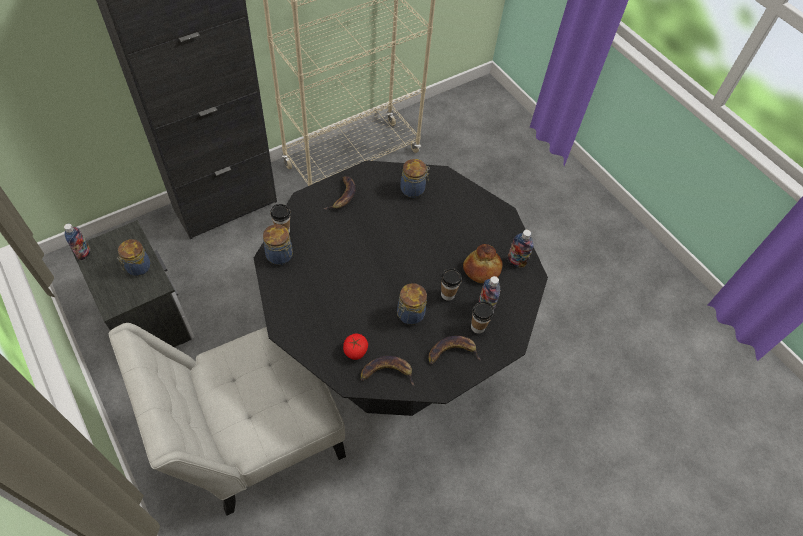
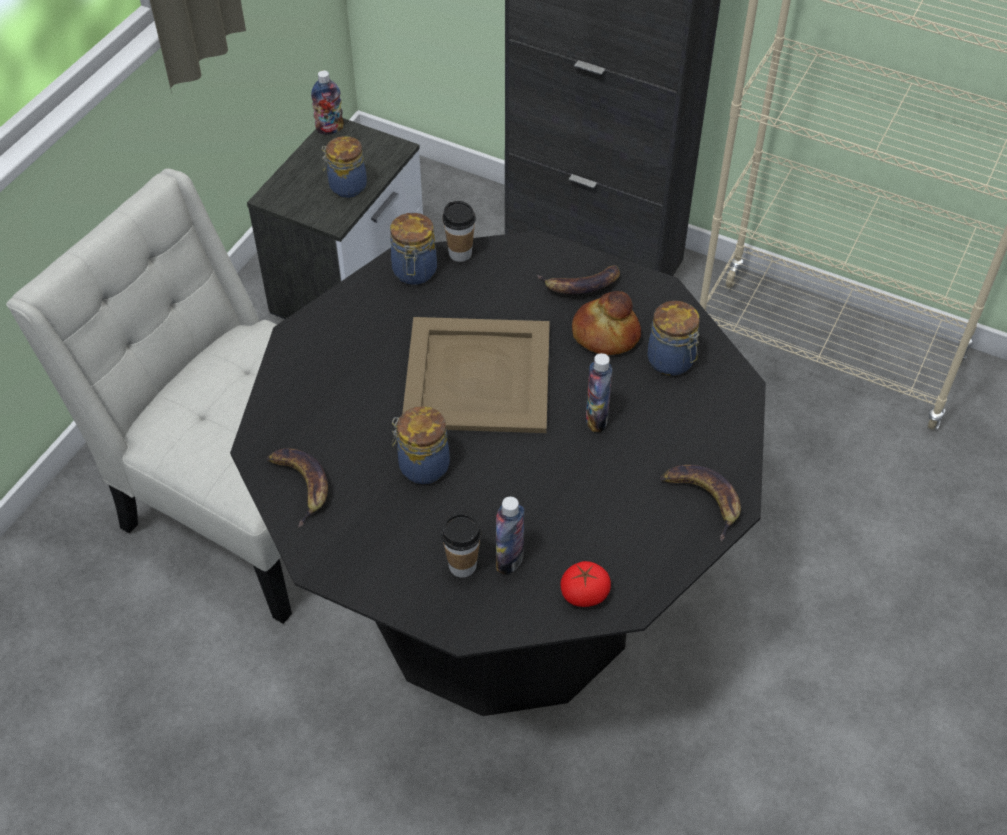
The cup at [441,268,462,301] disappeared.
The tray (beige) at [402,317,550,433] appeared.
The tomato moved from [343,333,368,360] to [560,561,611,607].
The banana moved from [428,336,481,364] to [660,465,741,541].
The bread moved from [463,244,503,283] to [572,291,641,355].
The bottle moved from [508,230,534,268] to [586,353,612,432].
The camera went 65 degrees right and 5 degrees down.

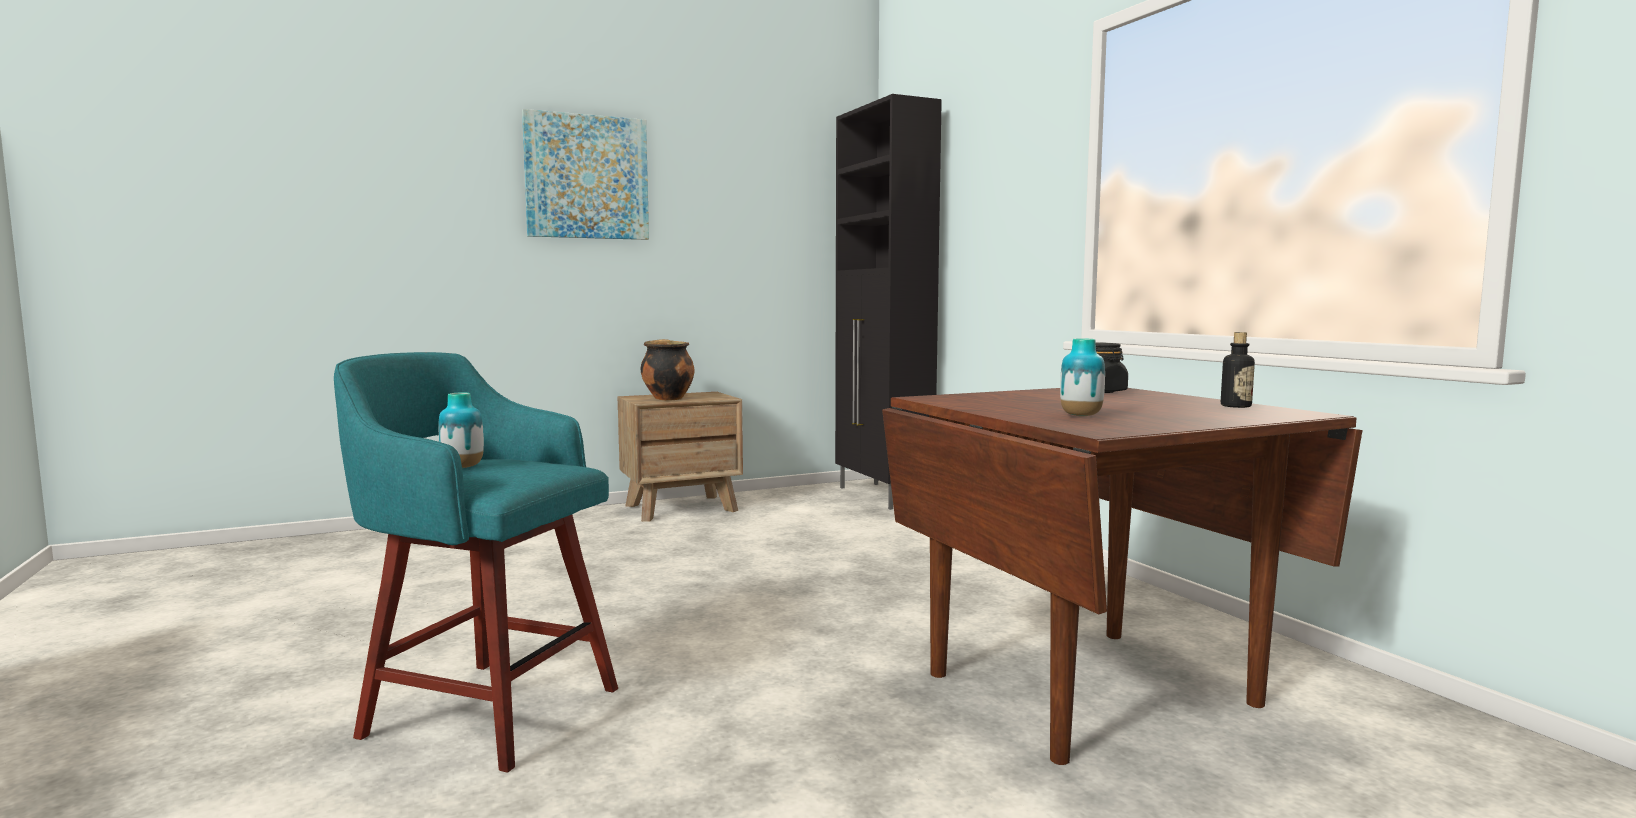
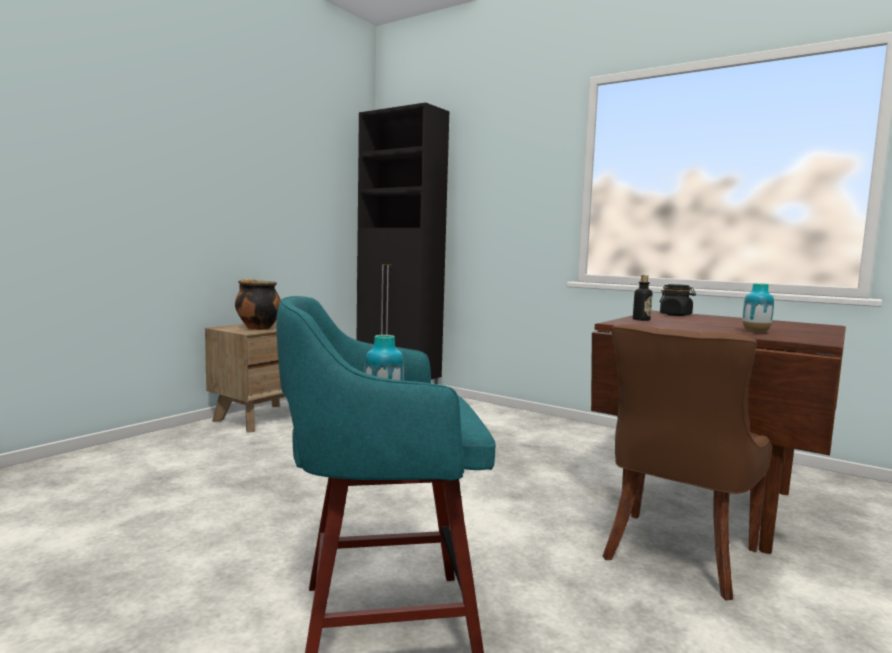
The picture at [522,109,649,240] disappeared.
The chair (brown) at [602,324,773,600] appeared.
The bottle moved from [1221,332,1255,408] to [633,275,653,321].
The camera went 30 degrees left and 0 degrees up.

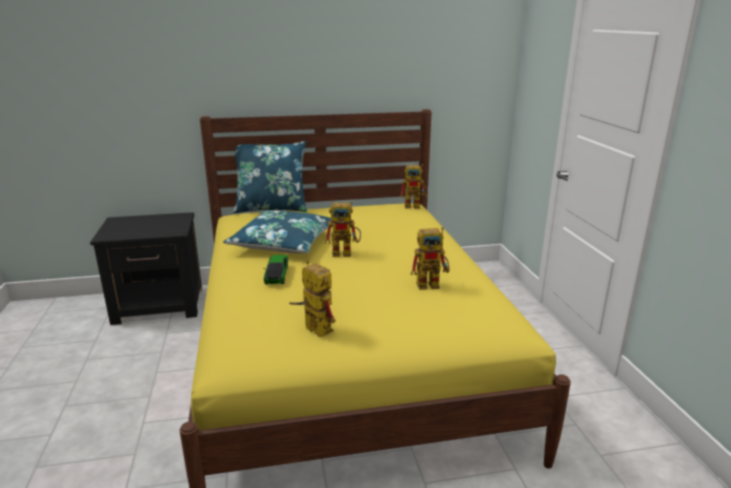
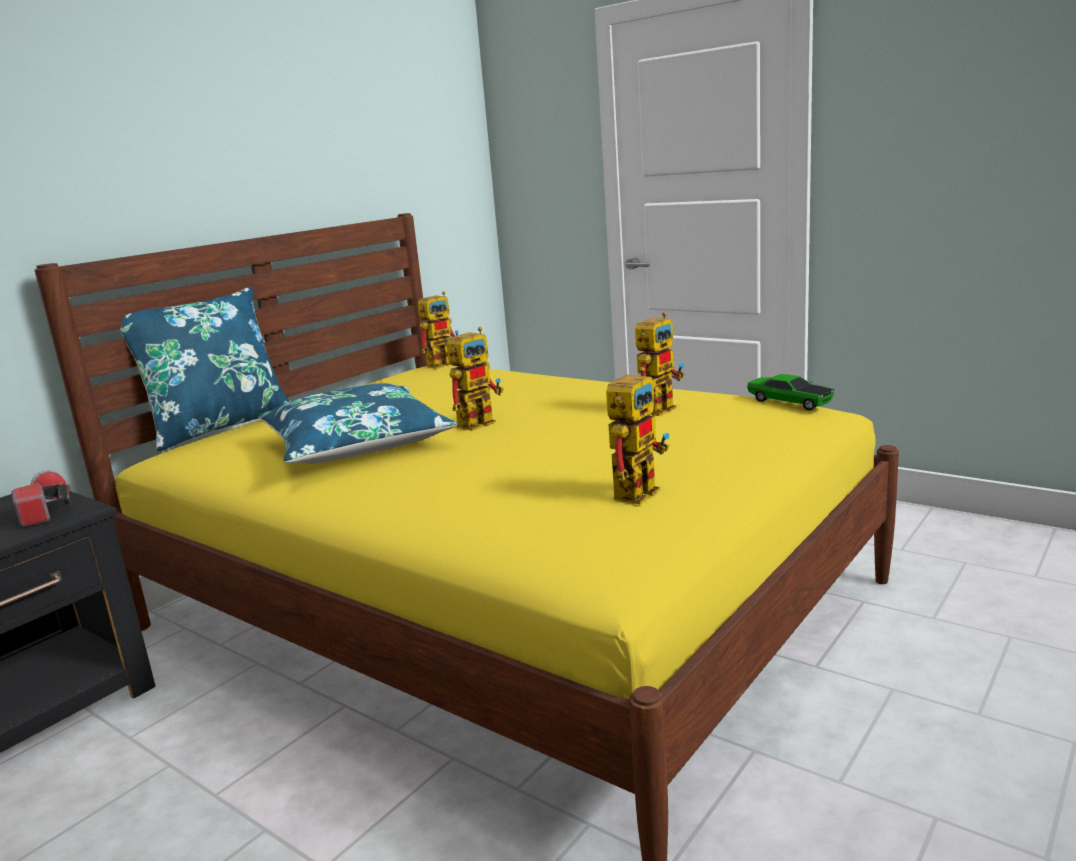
The flashlight at [11,470,70,527] appeared.
The toy car moved from [263,255,288,284] to [747,374,834,411].
The toy robot at [289,260,336,338] turned 120 degrees clockwise.
The camera went 40 degrees left and 5 degrees down.

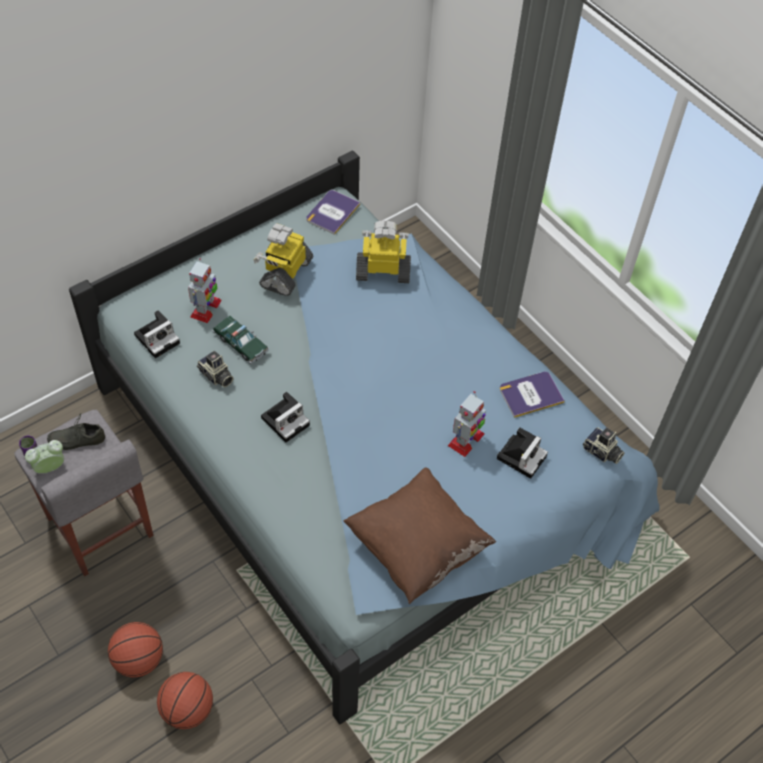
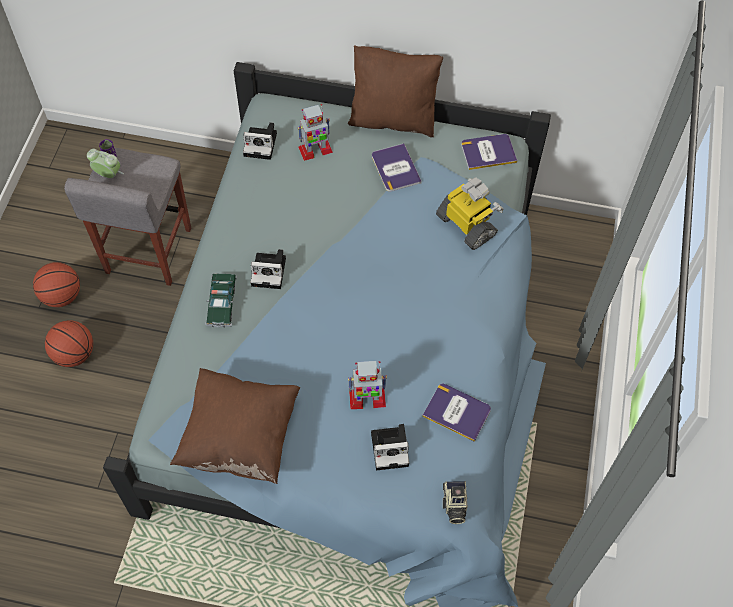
The shoe (grey) at [47,414,105,450] disappeared.
The photo camera at [197,351,233,387] disappeared.
The pillow (brown) at [348,45,443,137] appeared.
The basketball moved from [157,672,213,729] to [33,262,80,307].
The toy car moved from [212,316,269,364] to [205,274,237,328].
The toy robot at [253,223,313,296] was replaced by the book at [372,143,422,192].
The camera went 50 degrees right and 5 degrees up.

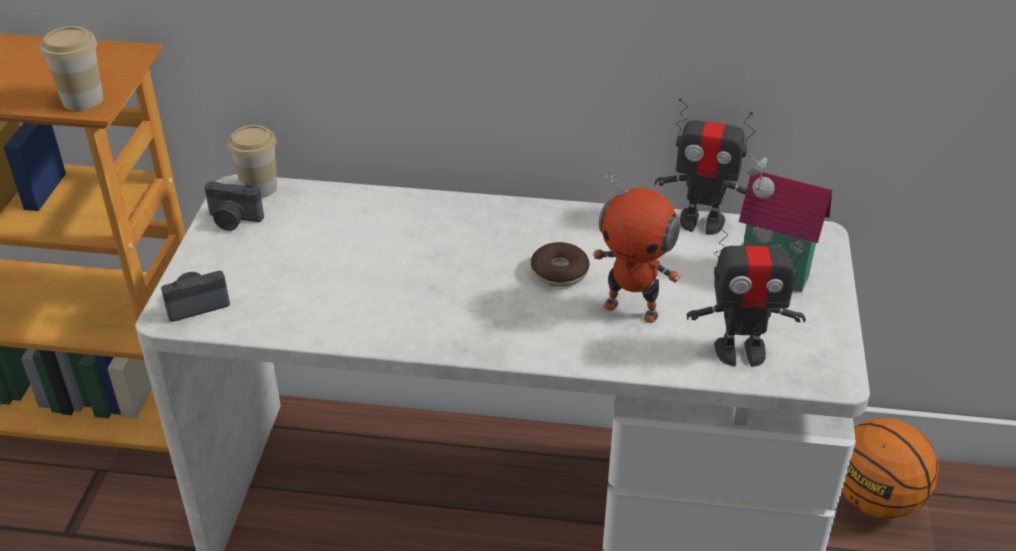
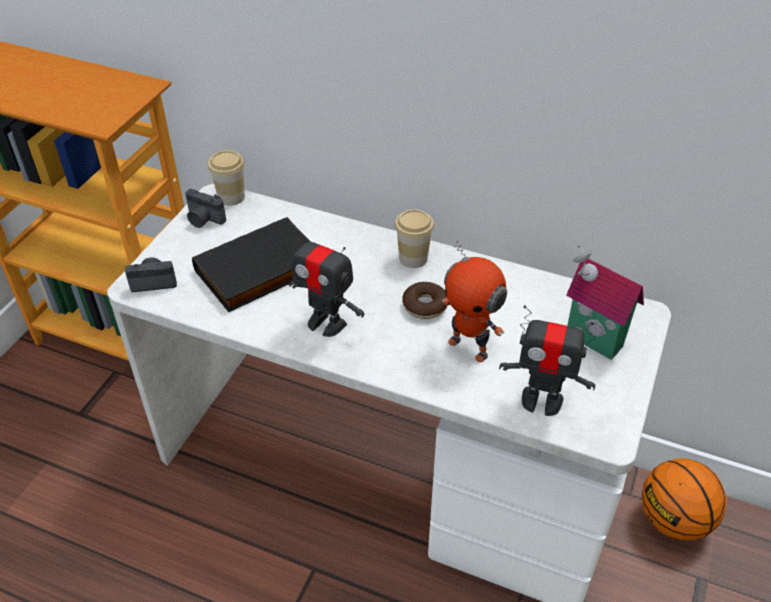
The book (black) at [192,217,311,312] appeared.
The cup moved from [40,26,103,111] to [395,209,434,268].
The toy robot moved from [655,98,755,235] to [289,224,365,337].
The camera went 15 degrees right and 5 degrees up.

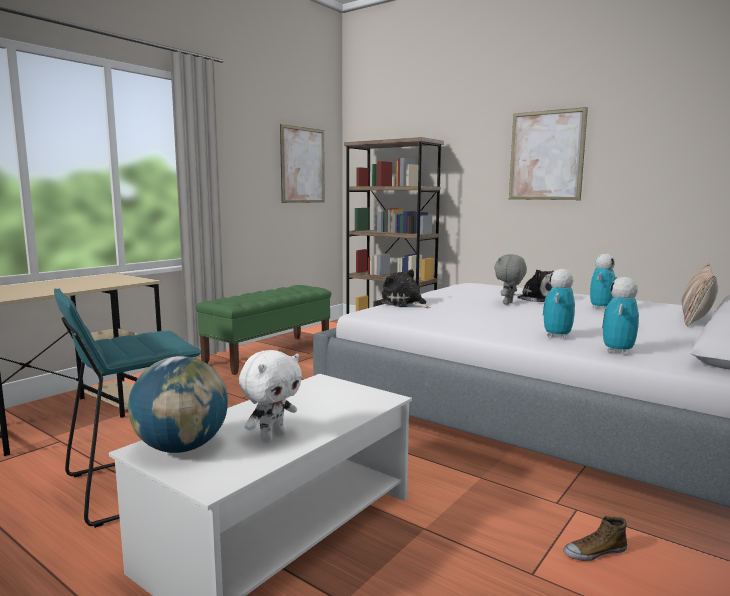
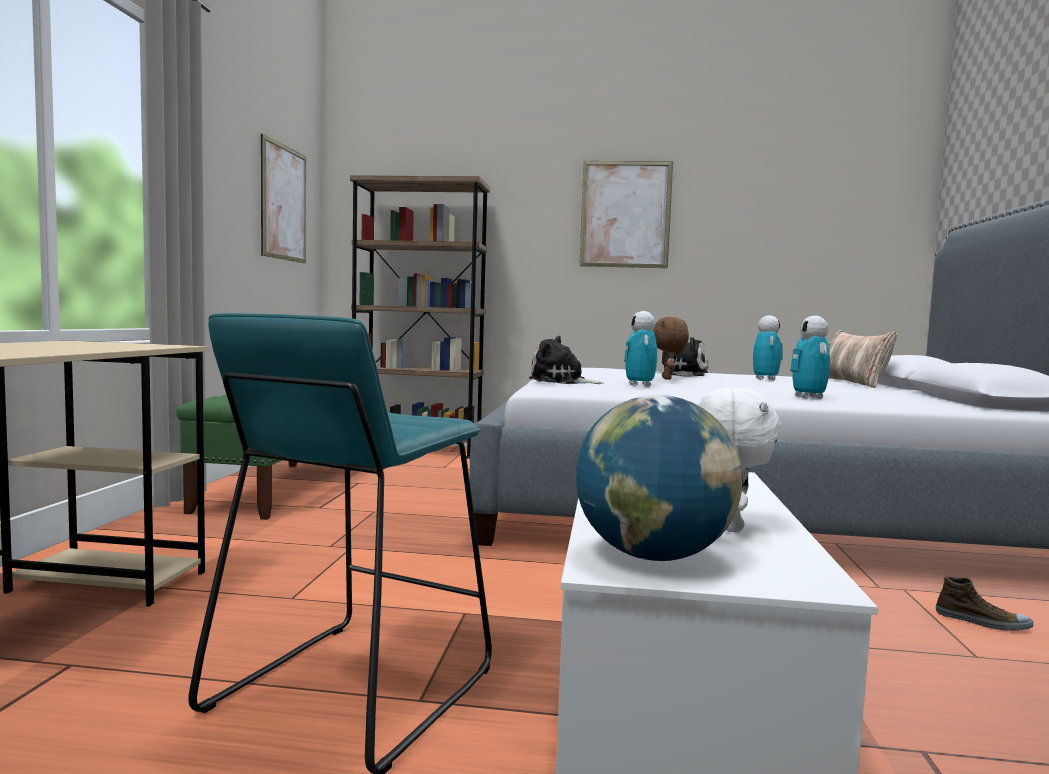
The toy robot moved from [602,277,639,355] to [624,311,657,387].
The plush toy (grey) at [494,254,527,304] became the plush toy (brown) at [653,317,689,380].
The shoe at [563,516,627,561] turned 105 degrees counterclockwise.
The camera went 30 degrees left and 5 degrees down.

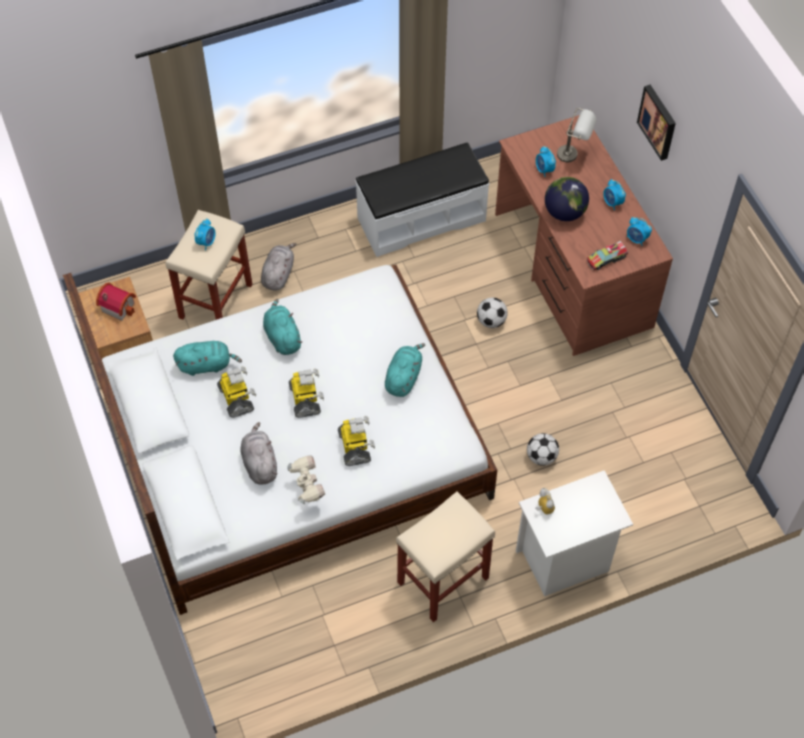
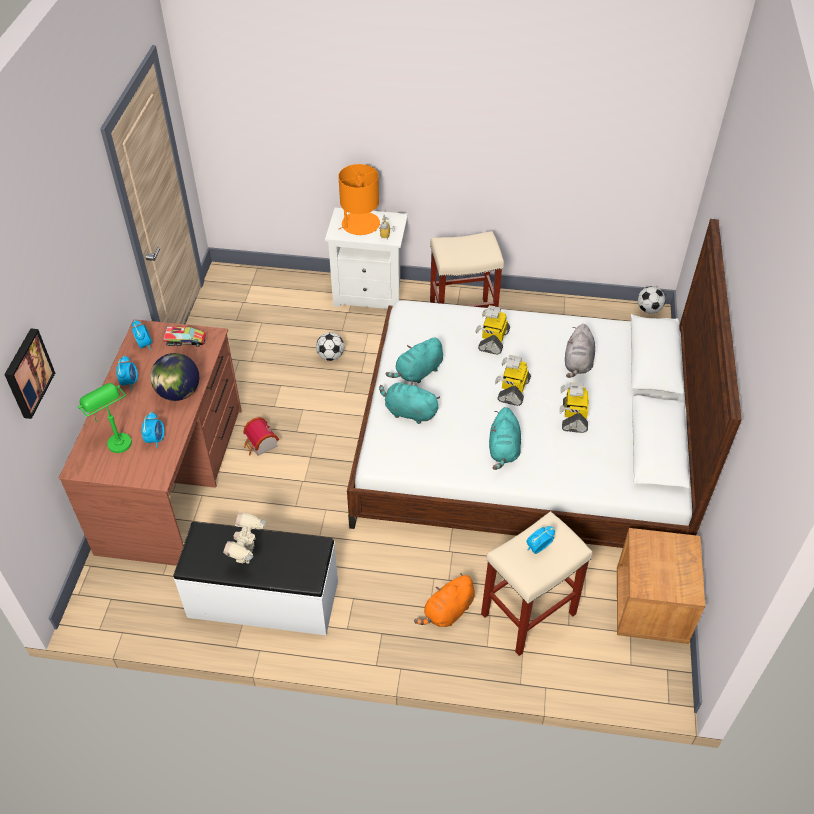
The table lamp (orange) at [338,164,380,235] appeared.
The toy house moved from [96,283,136,321] to [243,417,279,456].
The plush toy (turquoise) moved from [173,341,242,376] to [379,380,440,424].
The toy robot moved from [287,456,325,504] to [223,513,265,563].
The football moved from [477,298,508,328] to [637,286,665,314].
The picture moved from [637,85,676,161] to [4,329,55,419].
The plush toy (grey) at [261,243,296,291] became the plush toy (orange) at [414,573,475,627].
The table lamp (grey) at [557,108,597,162] became the table lamp (green) at [78,383,132,453].
The camera went 150 degrees left and 10 degrees down.

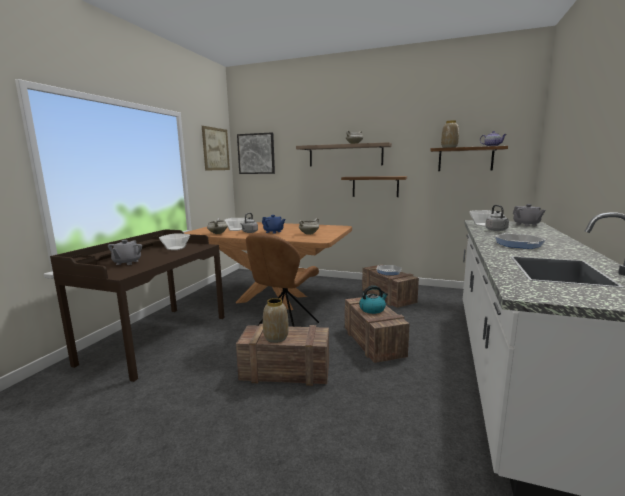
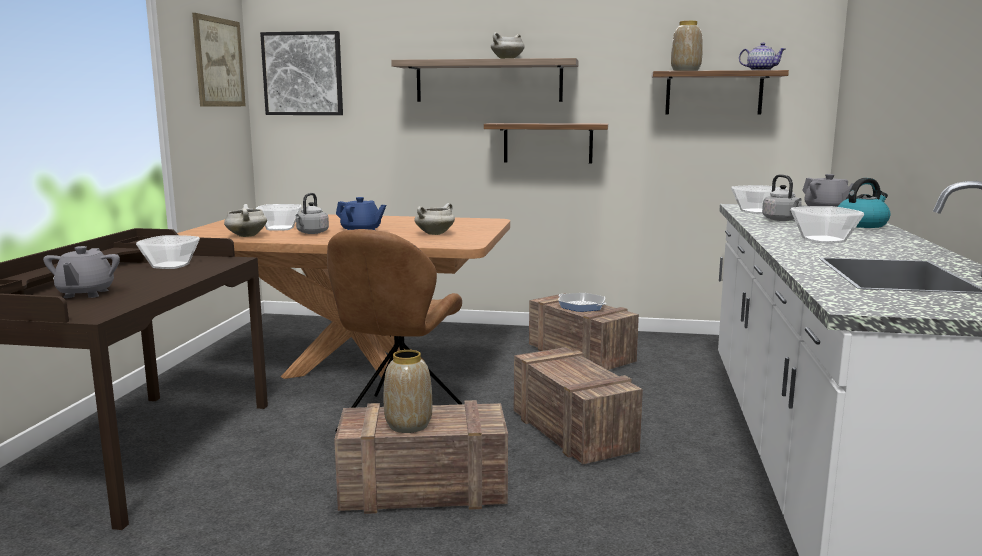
The kettle moved from [359,286,388,314] to [838,178,890,228].
The frying pan at [494,233,546,249] was replaced by the bowl at [791,206,864,243].
The camera went 10 degrees left and 0 degrees up.

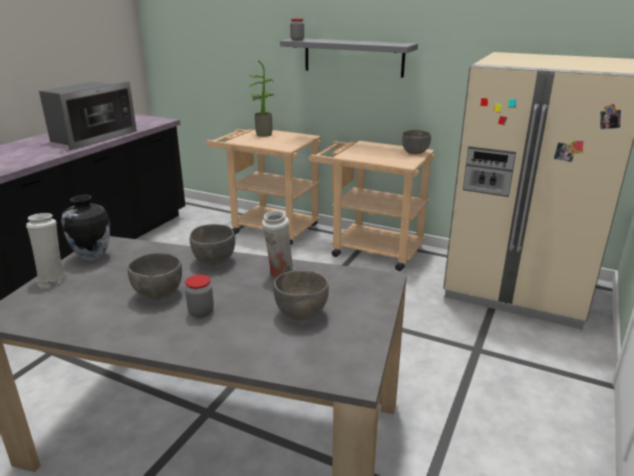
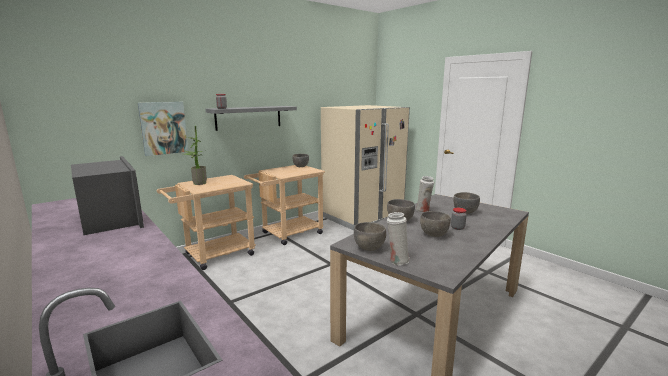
The picture at [138,102,188,156] appeared.
The vase at [61,195,110,261] was replaced by the bowl (grey) at [354,222,386,251].
The camera went 65 degrees left and 10 degrees down.

